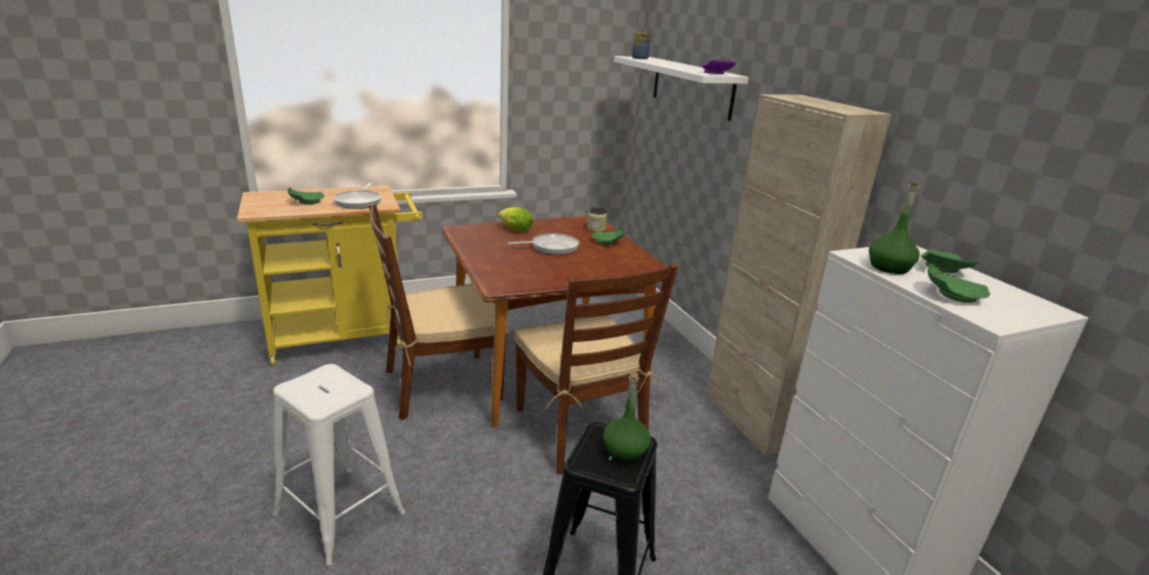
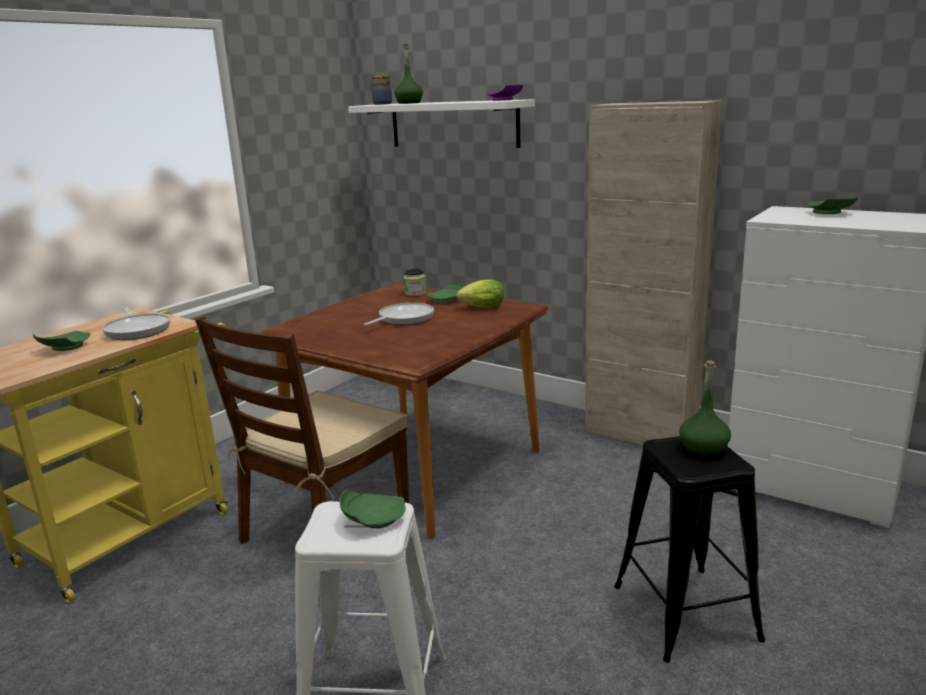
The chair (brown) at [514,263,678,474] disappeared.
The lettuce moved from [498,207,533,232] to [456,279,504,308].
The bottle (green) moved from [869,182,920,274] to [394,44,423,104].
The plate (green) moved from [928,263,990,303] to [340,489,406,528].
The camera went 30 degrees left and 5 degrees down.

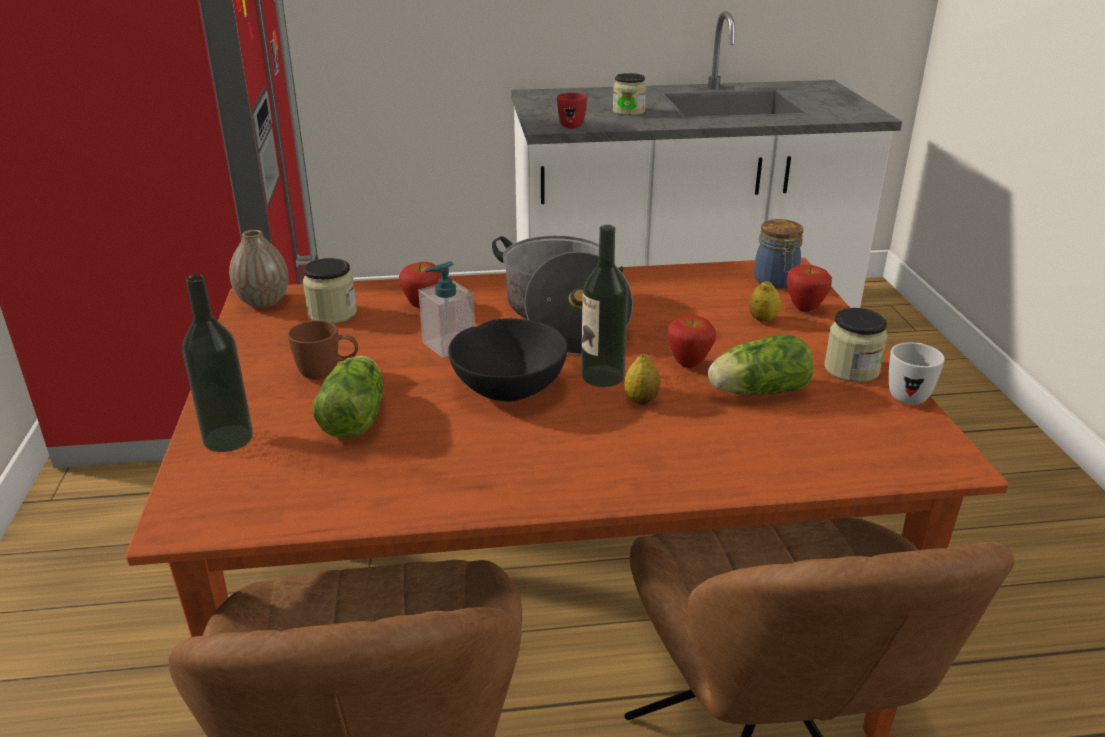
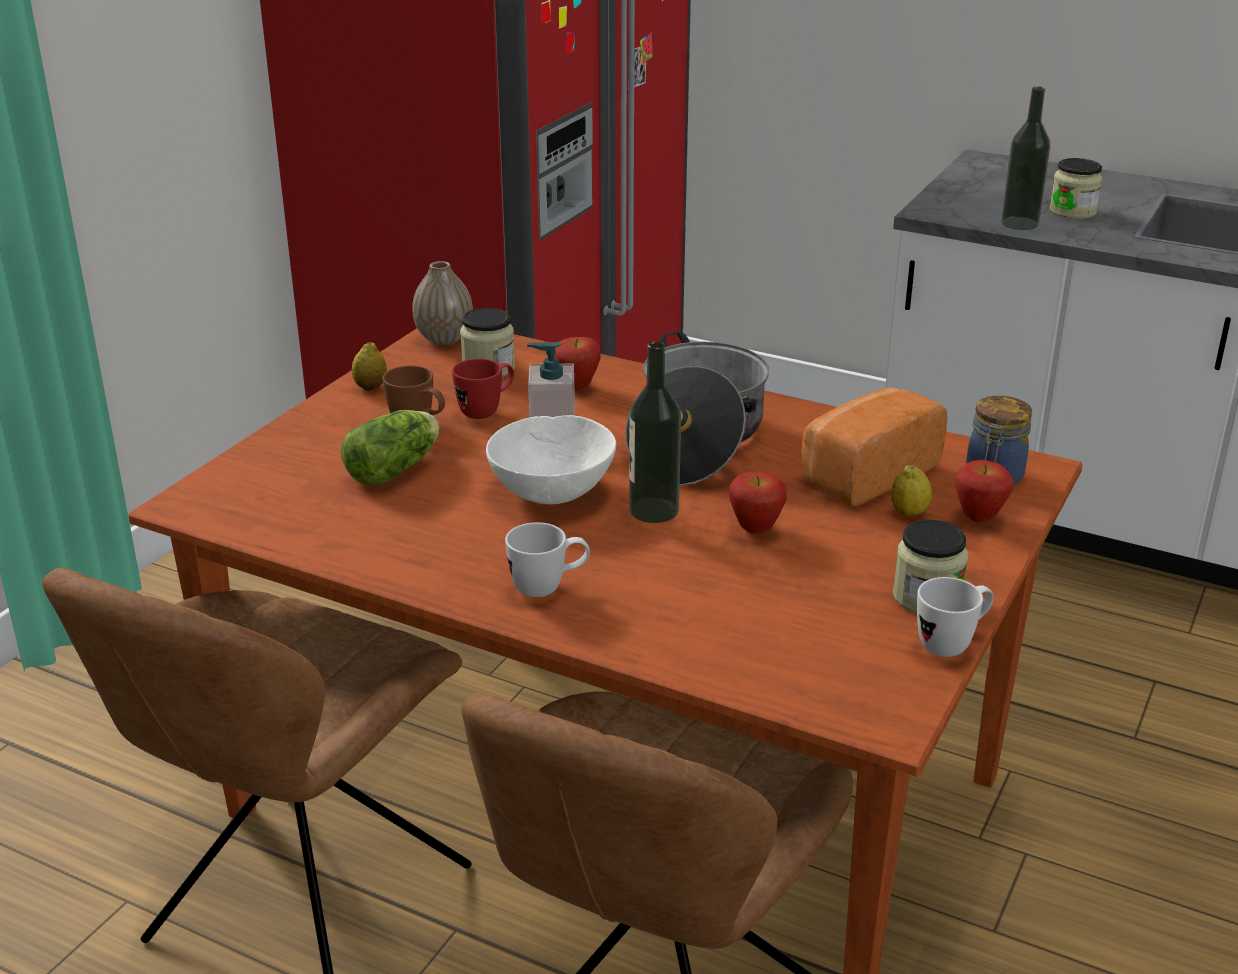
The lettuce at [708,335,813,395] disappeared.
The mug (white) at [505,522,590,597] appeared.
The bread at [802,387,947,506] appeared.
The bottle moved from [182,274,253,452] to [1001,86,1050,230].
The mug (red) moved from [557,93,587,128] to [452,359,514,419].
The lemon moved from [625,354,660,405] to [352,342,387,391].
The bowl (black) at [448,318,567,402] became the bowl (white) at [486,415,616,504].
The camera went 35 degrees right and 0 degrees up.

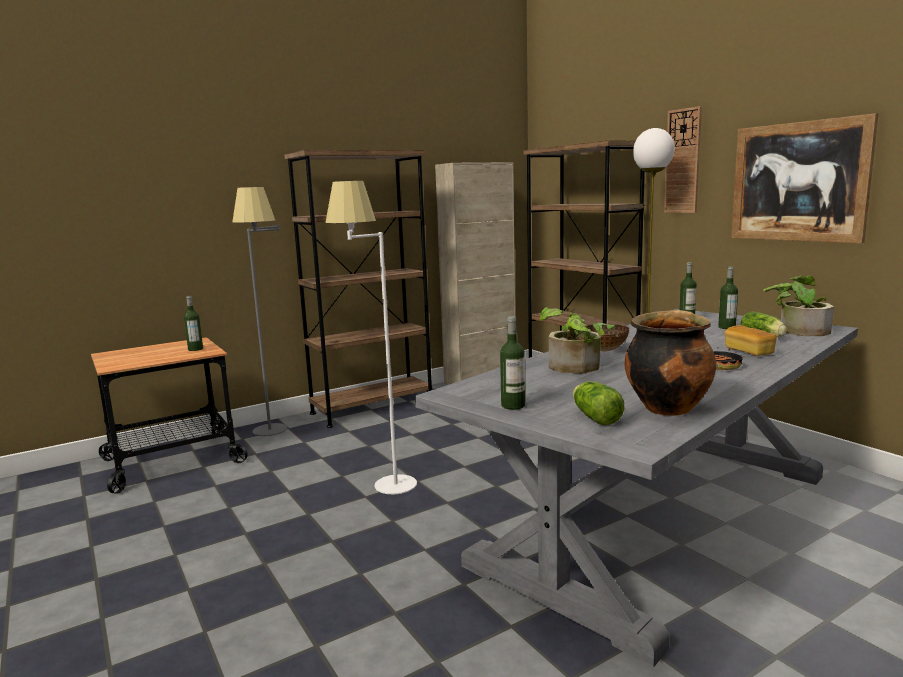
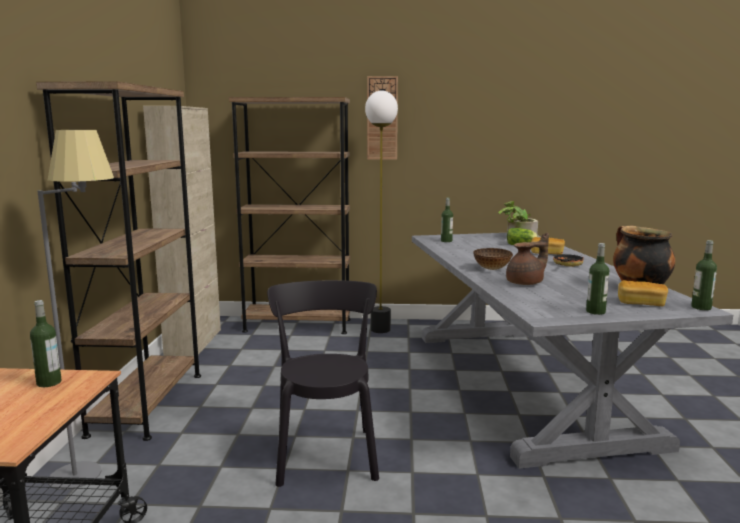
The picture at [731,113,878,244] disappeared.
The bottle moved from [718,266,738,329] to [691,240,717,310].
The floor lamp (white) at [326,181,417,495] was replaced by the chair (black) at [267,280,379,487].
The potted plant at [540,307,615,374] was replaced by the teapot (brown) at [506,232,549,285].
The lettuce at [573,381,624,425] was replaced by the bread at [618,280,668,306].
The camera went 55 degrees left and 0 degrees up.

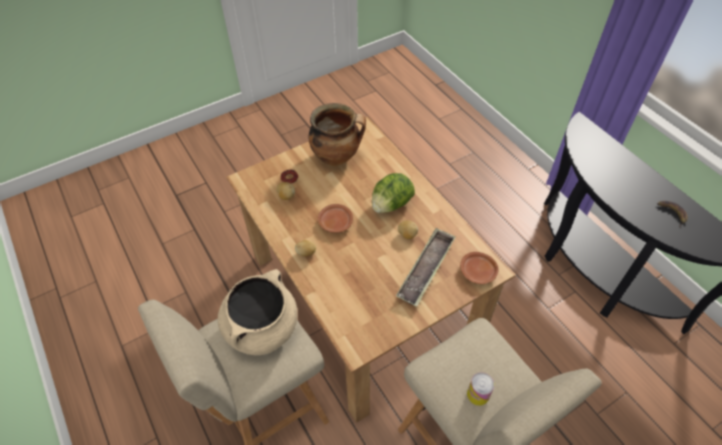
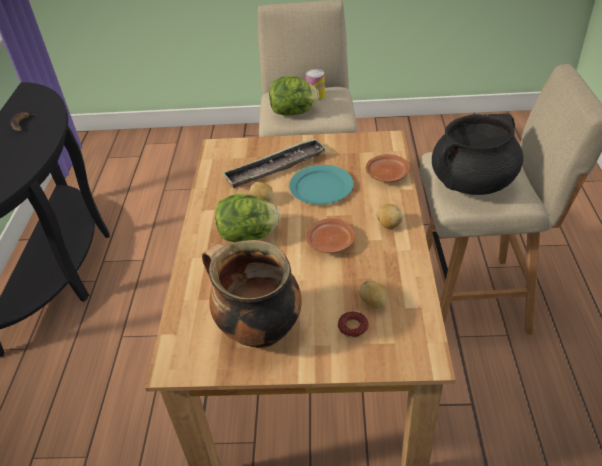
The lettuce at [269,76,319,115] appeared.
The plate (turquoise) at [289,165,354,205] appeared.
The plate (brown) moved from [460,252,499,284] to [366,154,410,182].
The cooking pot (beige) at [218,269,298,355] became the cooking pot (black) at [432,113,523,195].
The camera went 145 degrees left and 10 degrees down.

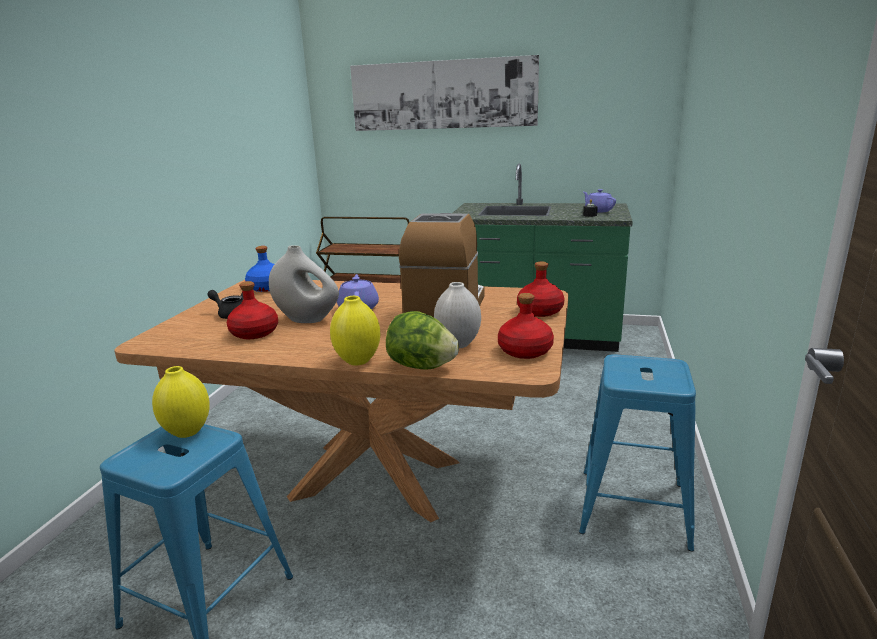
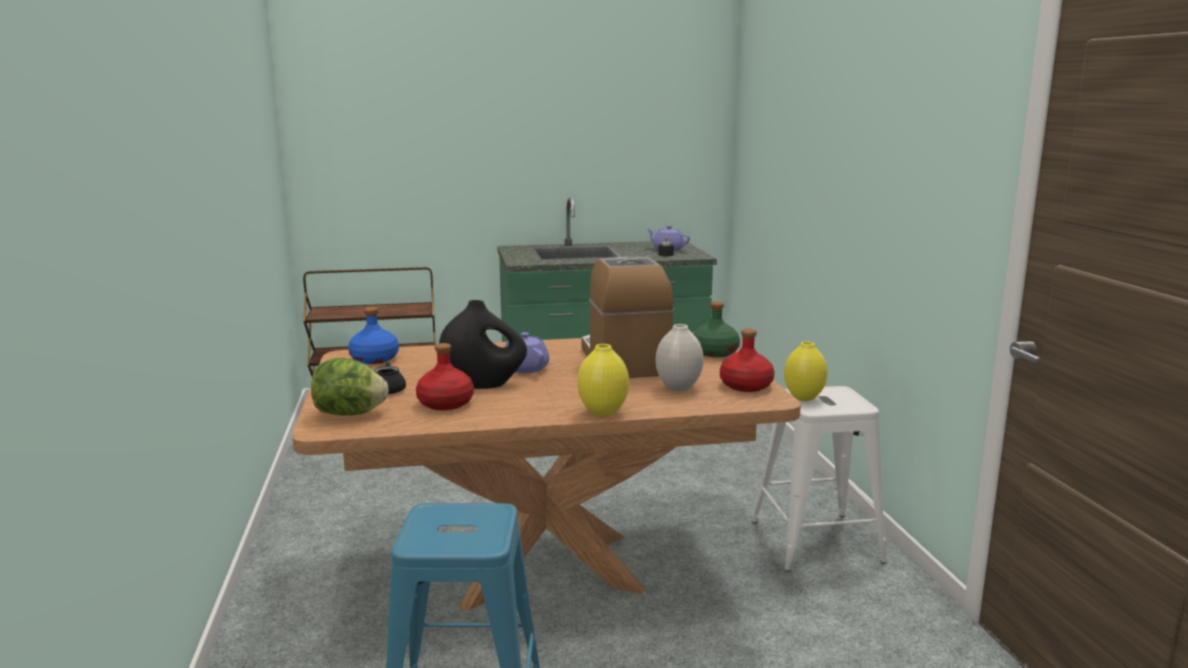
The picture at [350,55,539,131] disappeared.
The vase (yellow) moved from [152,366,210,438] to [784,341,828,401].
The lettuce moved from [386,311,459,370] to [311,358,389,416].
The vase (white) at [269,245,339,323] became the vase (black) at [439,300,527,389].
The bottle (red) at [517,262,564,317] became the bottle (green) at [693,301,740,357].
The stool (blue) at [579,355,696,551] became the stool (white) at [752,386,887,571].
The camera went 25 degrees left and 5 degrees down.

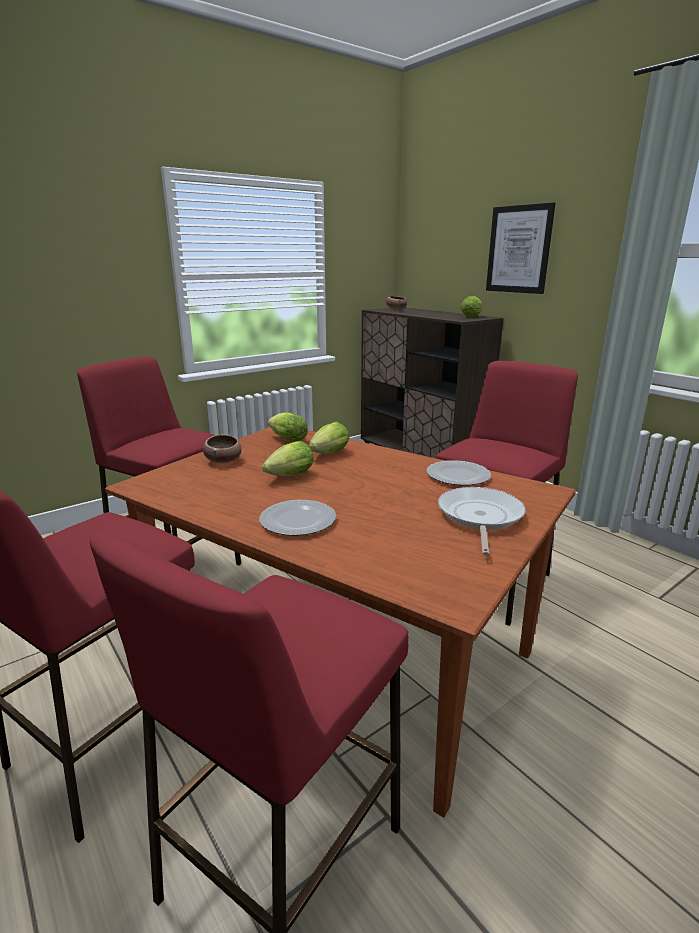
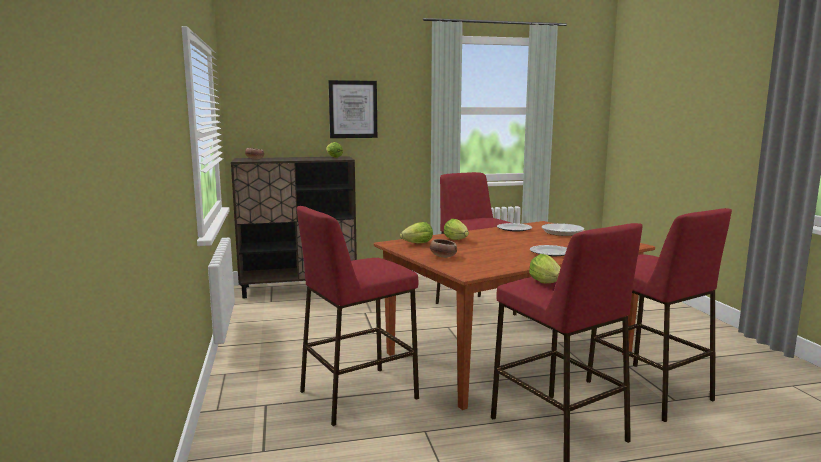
The lettuce moved from [262,441,314,476] to [529,254,561,283].
The camera went 65 degrees left and 10 degrees down.

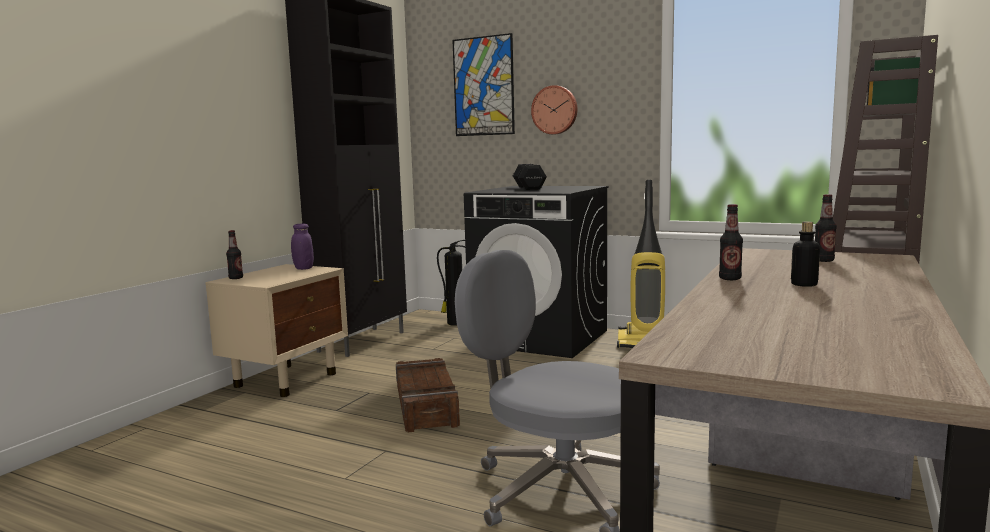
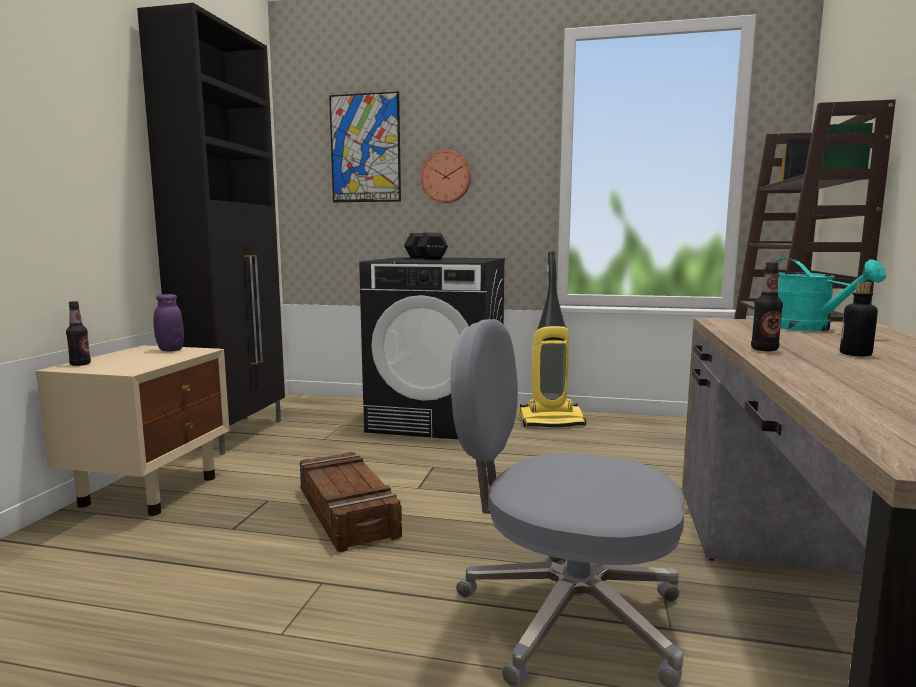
The fire extinguisher at [437,240,465,326] disappeared.
The bottle at [815,194,837,262] was replaced by the watering can (turquoise) at [775,258,886,331].
The camera went 15 degrees left and 0 degrees up.

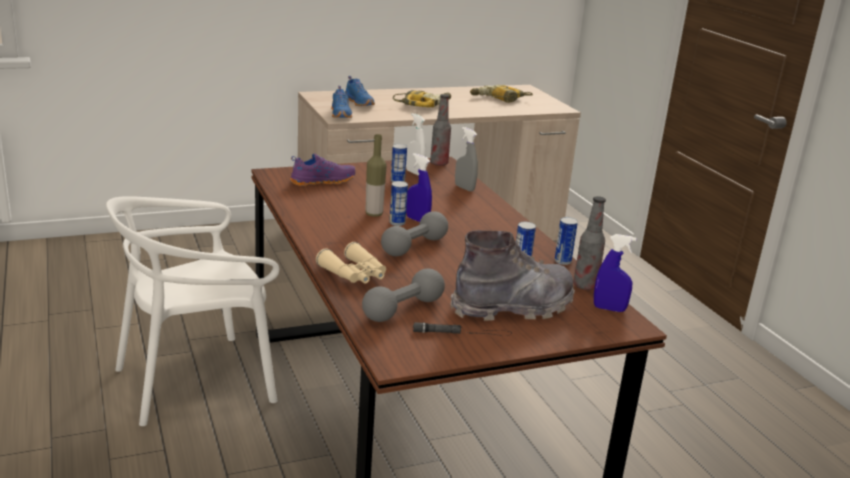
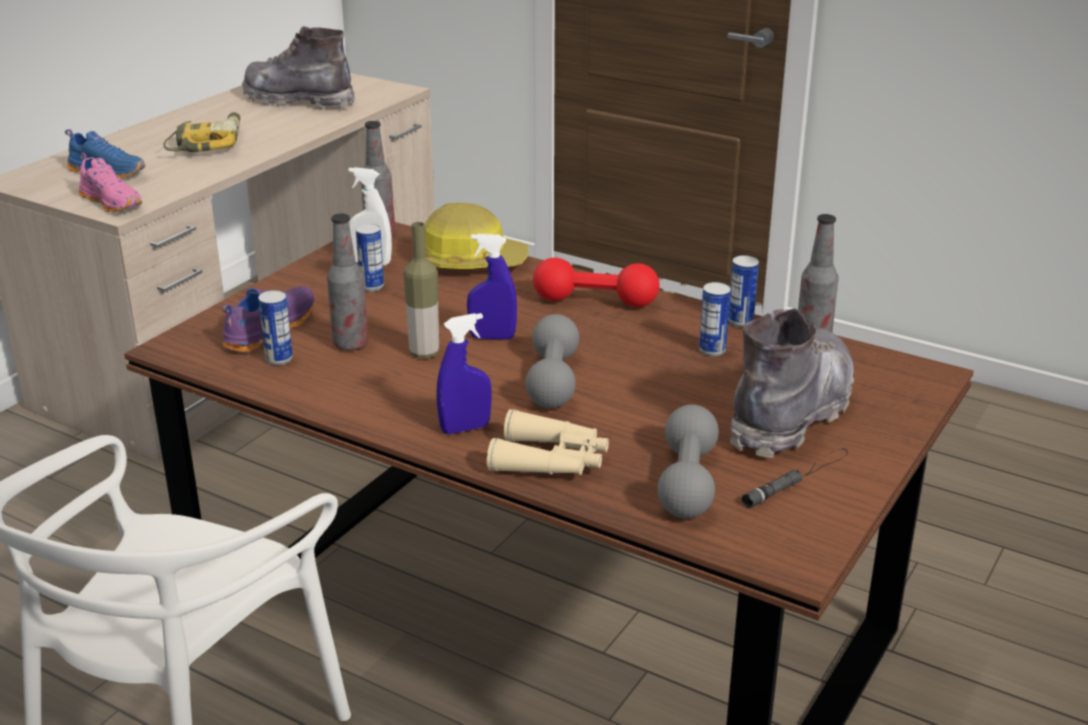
The bottle at [327,213,369,350] appeared.
The dumbbell (red) at [533,258,660,307] appeared.
The can moved from [389,181,408,226] to [258,290,293,365].
The spray bottle (blue) moved from [594,234,636,312] to [436,313,492,434].
The spray bottle (grey) at [455,127,478,192] was replaced by the hard hat at [425,203,529,269].
The power drill at [470,85,533,103] was replaced by the boot (grey) at [242,26,355,109].
The shoe (blue) at [331,86,352,118] became the shoe (pink) at [79,152,143,212].
The camera went 35 degrees left and 5 degrees up.

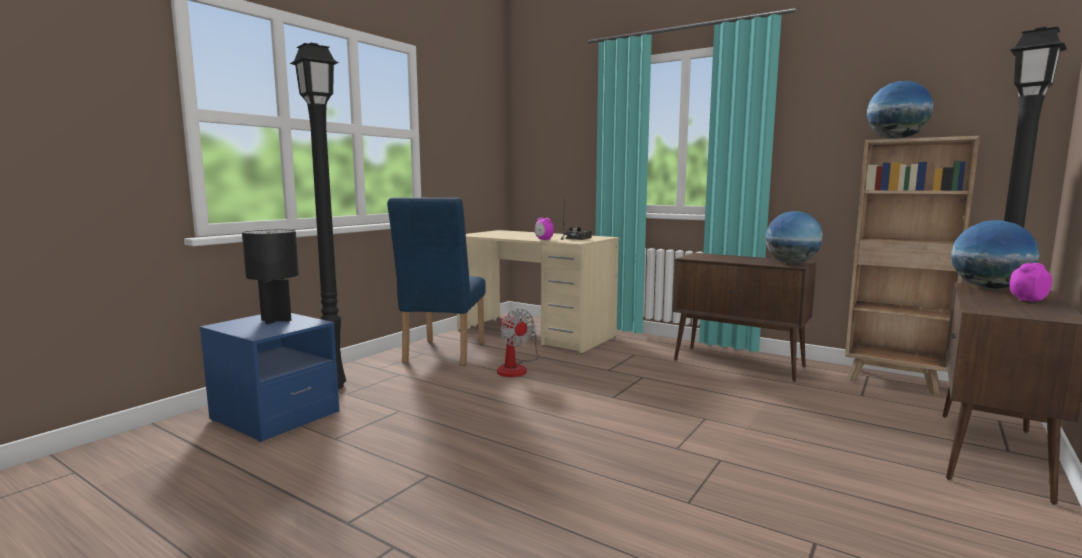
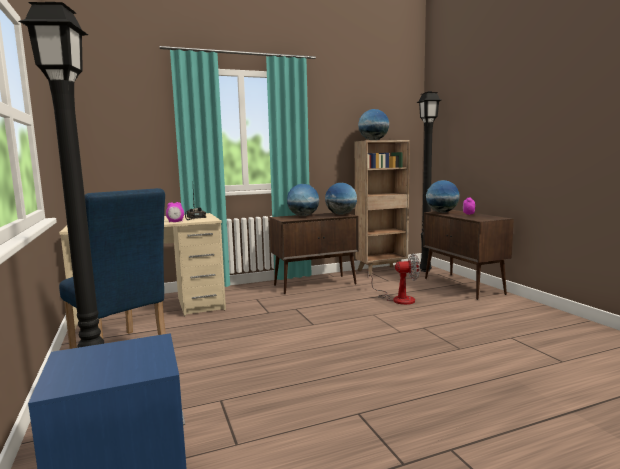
The table lamp (black) at [242,230,299,324] disappeared.
The globe at [287,184,319,216] appeared.
The fan moved from [497,309,539,377] to [368,254,420,305].
The camera went 55 degrees left and 0 degrees up.

